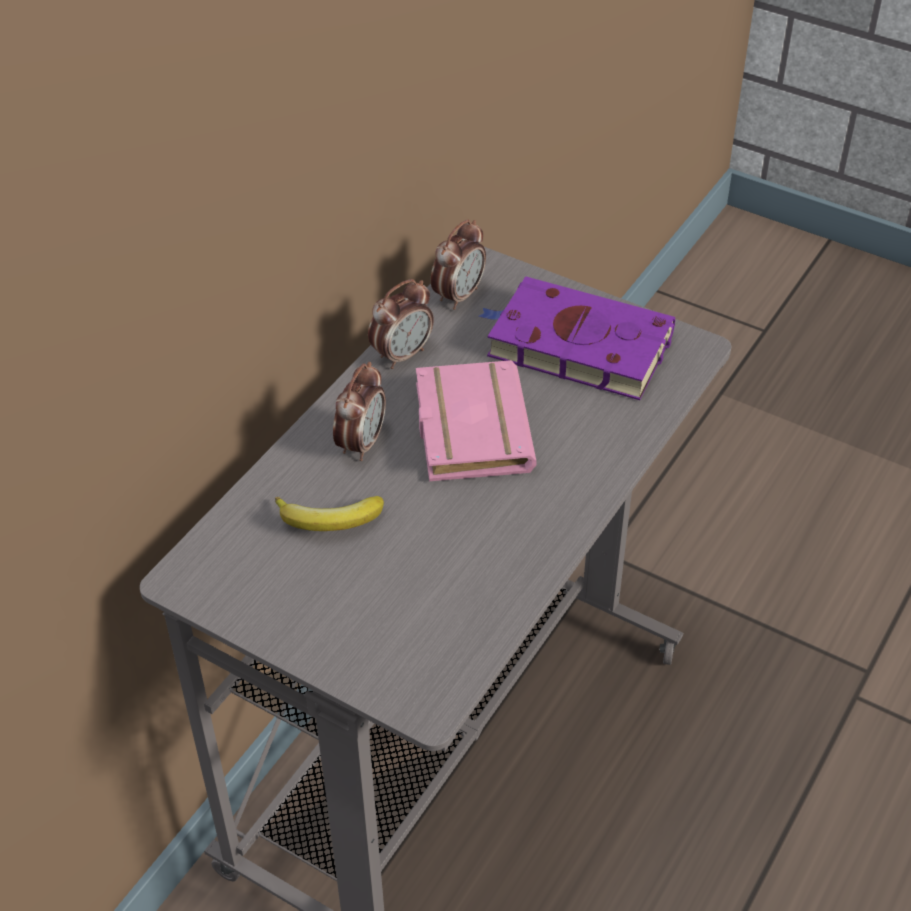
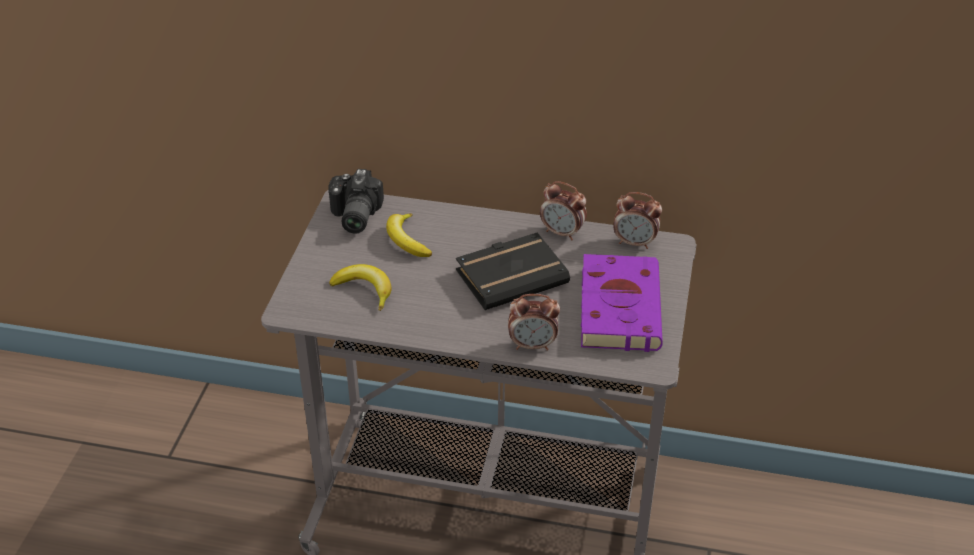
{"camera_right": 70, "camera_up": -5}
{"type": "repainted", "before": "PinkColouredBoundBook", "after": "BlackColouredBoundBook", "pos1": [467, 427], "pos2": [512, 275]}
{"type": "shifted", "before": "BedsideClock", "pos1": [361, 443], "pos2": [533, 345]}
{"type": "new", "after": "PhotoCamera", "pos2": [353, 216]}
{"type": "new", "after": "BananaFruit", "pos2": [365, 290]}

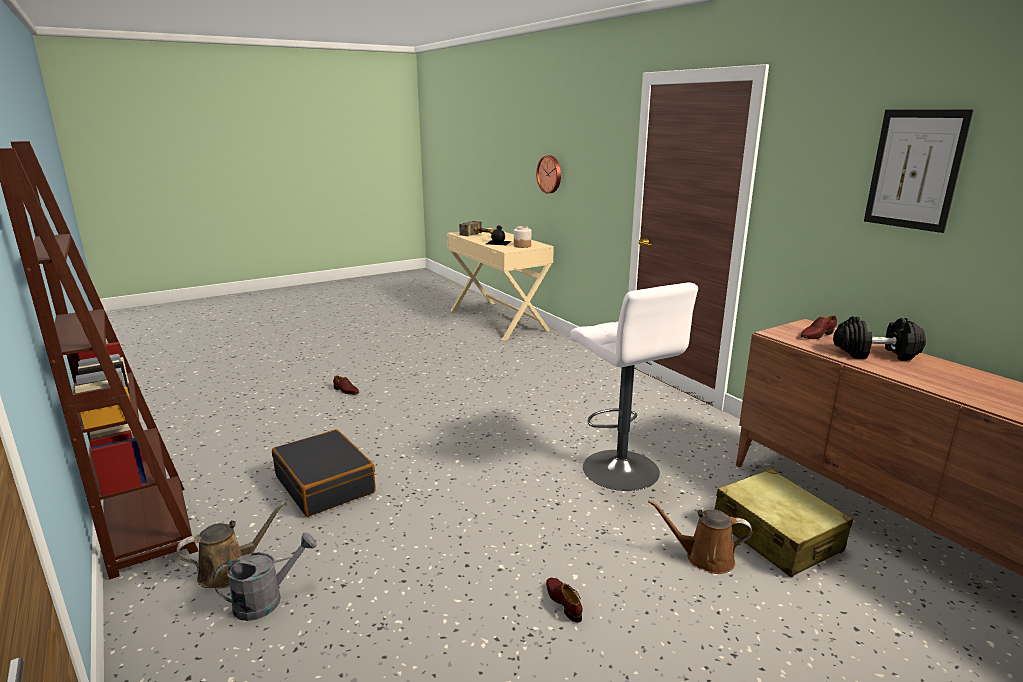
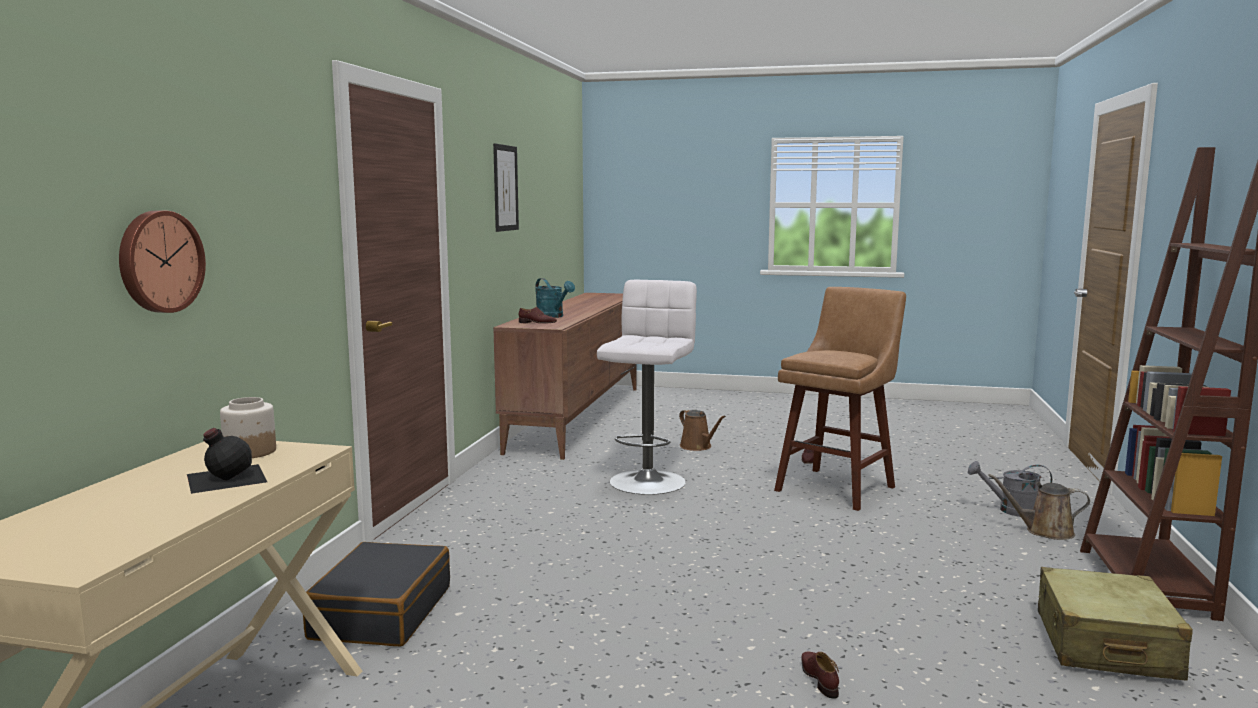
{"camera_right": -135, "camera_up": -10}
{"type": "gone", "before": "Hammer", "pos1": [481, 235]}
{"type": "swapped", "before": "BlackColouredHandWeight", "after": "BlueGreenSprinklingCan", "pos1": [875, 354], "pos2": [553, 316]}
{"type": "shifted", "before": "BlackColouredTravelCase", "pos1": [325, 484], "pos2": [381, 612]}
{"type": "shifted", "before": "BeigeTravelCase", "pos1": [776, 536], "pos2": [1105, 645]}
{"type": "new", "after": "BrownColouredStoolSeat", "pos2": [837, 487]}

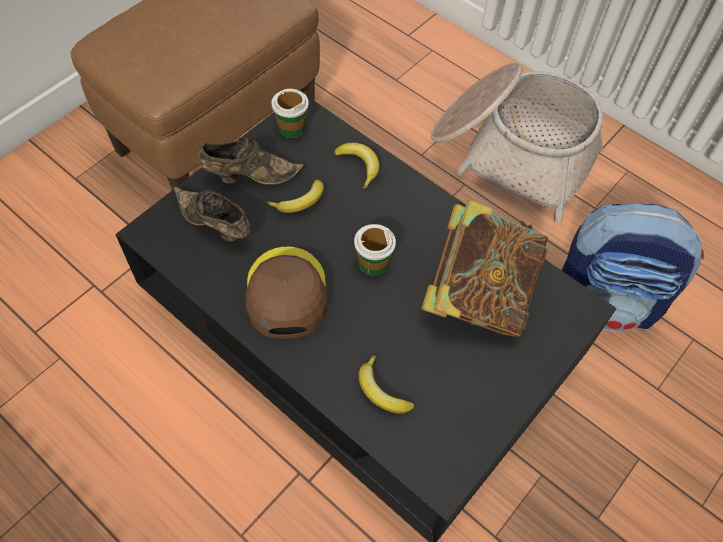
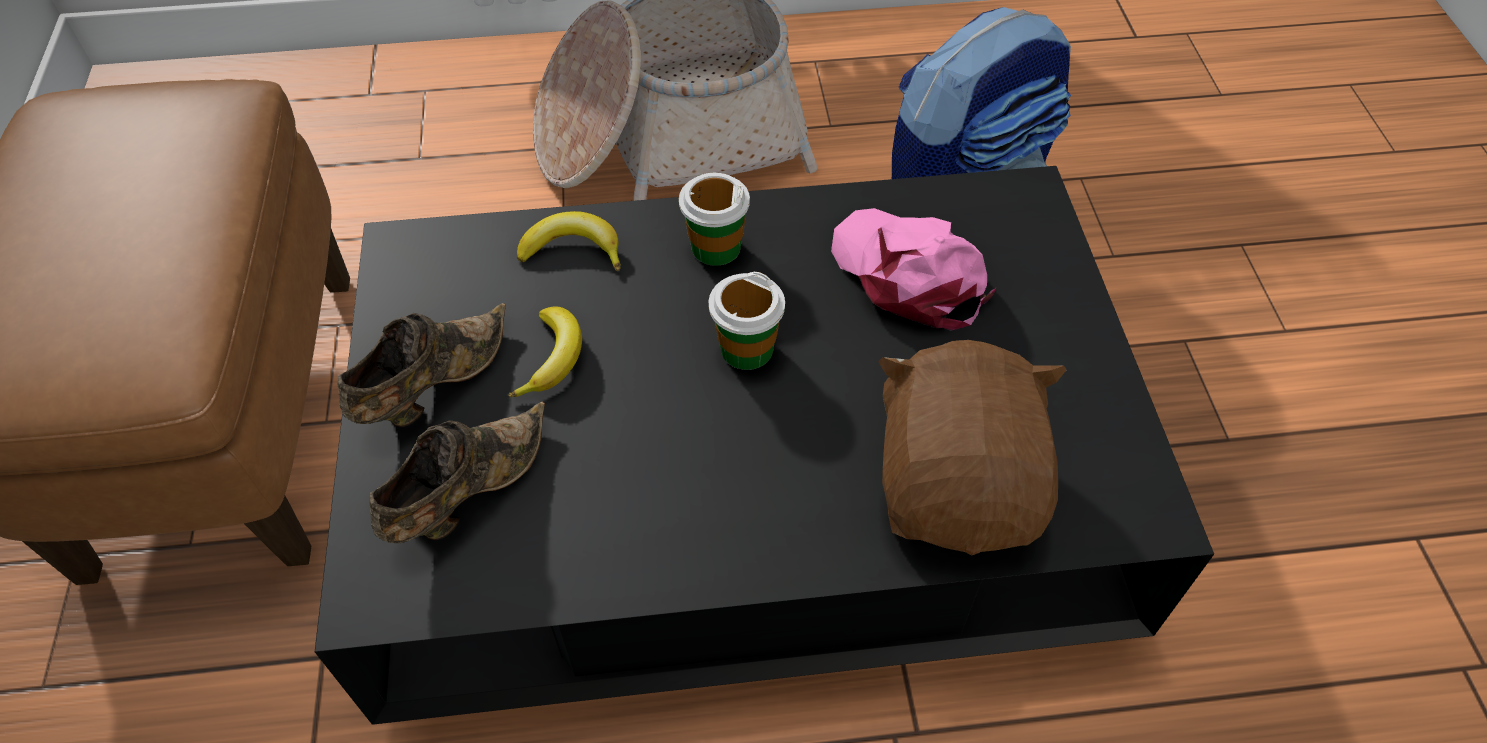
{"camera_right": -45, "camera_up": -5}
{"type": "shifted", "before": "DrinkingCup", "pos1": [291, 127], "pos2": [715, 247]}
{"type": "rotated", "before": "BrownColouredShoe", "pos1": [215, 225], "pos2": [466, 494], "turn": 135}
{"type": "swapped", "before": "BoundBook", "after": "PinkColouredBaseballCap", "pos1": [478, 294], "pos2": [909, 274]}
{"type": "gone", "before": "BrownColouredBaseballCap", "pos1": [286, 294]}
{"type": "swapped", "before": "BananaFruit", "after": "BrownColouredPlushToy", "pos1": [381, 391], "pos2": [957, 485]}

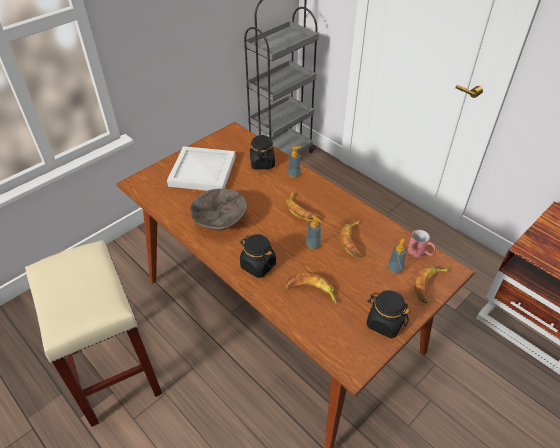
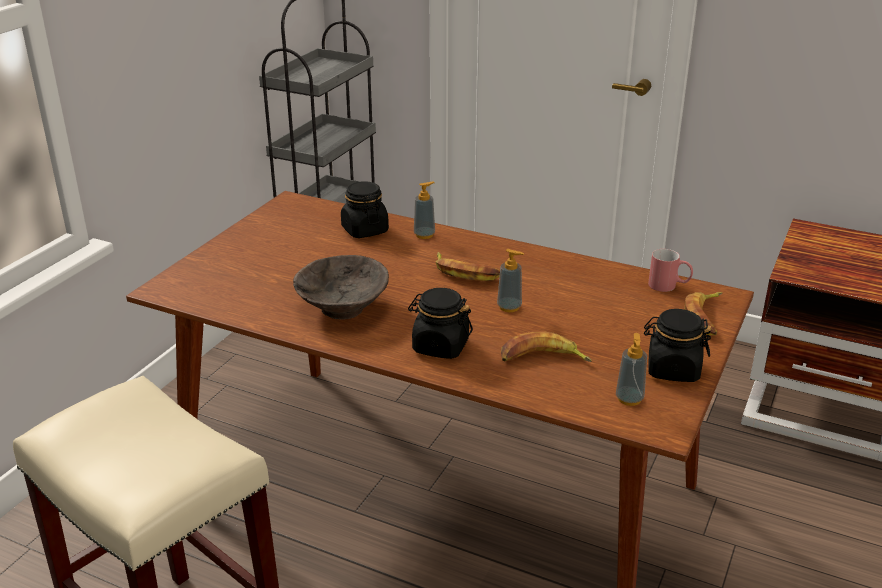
{"camera_right": -20, "camera_up": -15}
{"type": "gone", "before": "WhiteTray", "pos1": [204, 171]}
{"type": "gone", "before": "BananaFruit", "pos1": [353, 241]}
{"type": "shifted", "before": "SoapBottle", "pos1": [395, 269], "pos2": [629, 399]}

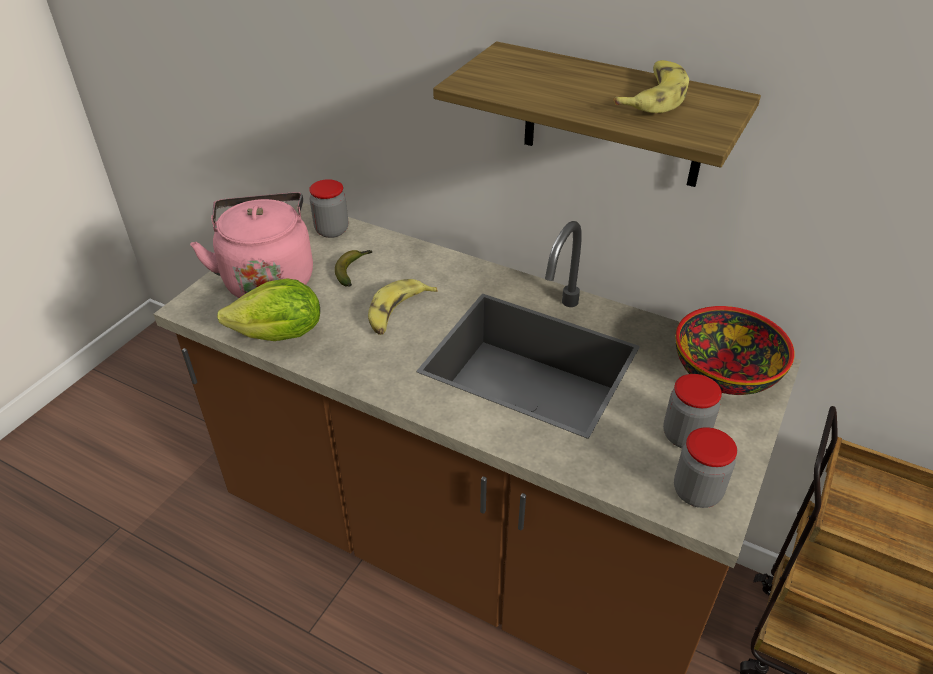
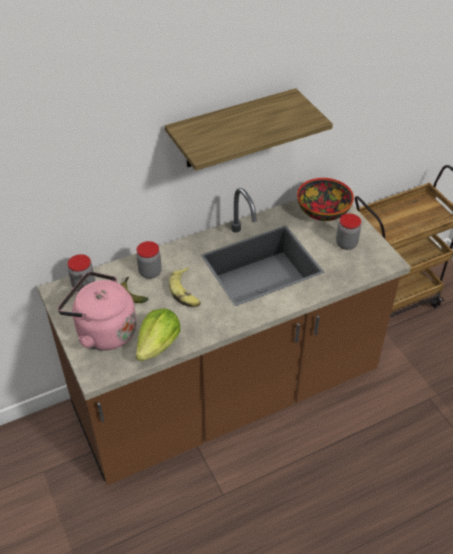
{"camera_right": -55, "camera_up": 5}
{"type": "gone", "before": "BananaFruit", "pos1": [652, 97]}
{"type": "shifted", "before": "StorageJar", "pos1": [697, 492], "pos2": [150, 272]}

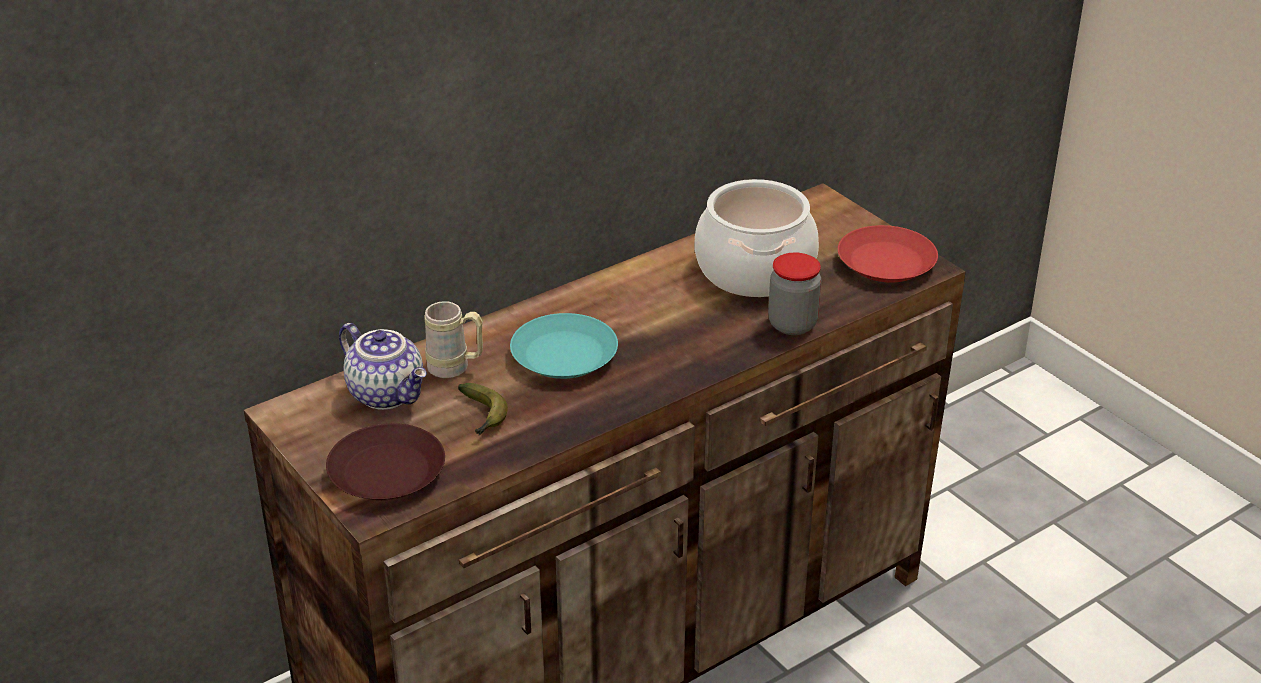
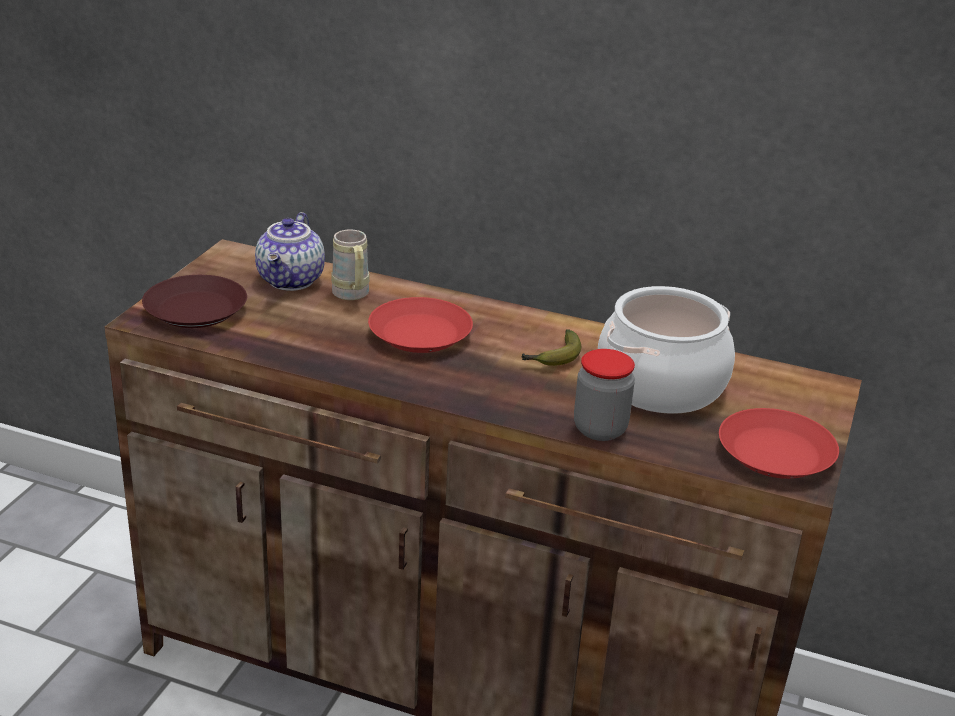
{"camera_right": 55, "camera_up": -5}
{"type": "repainted", "before": "BlueGreenDinnerPlate", "after": "ReddishDinnerPlate", "pos1": [563, 356], "pos2": [419, 333]}
{"type": "shifted", "before": "BananaFruit", "pos1": [483, 416], "pos2": [553, 358]}

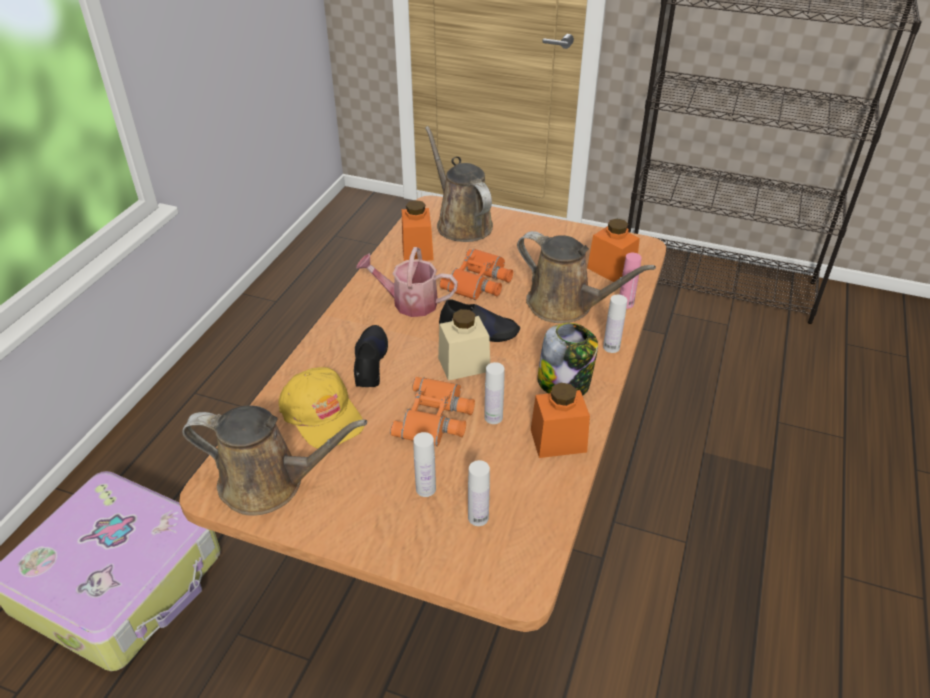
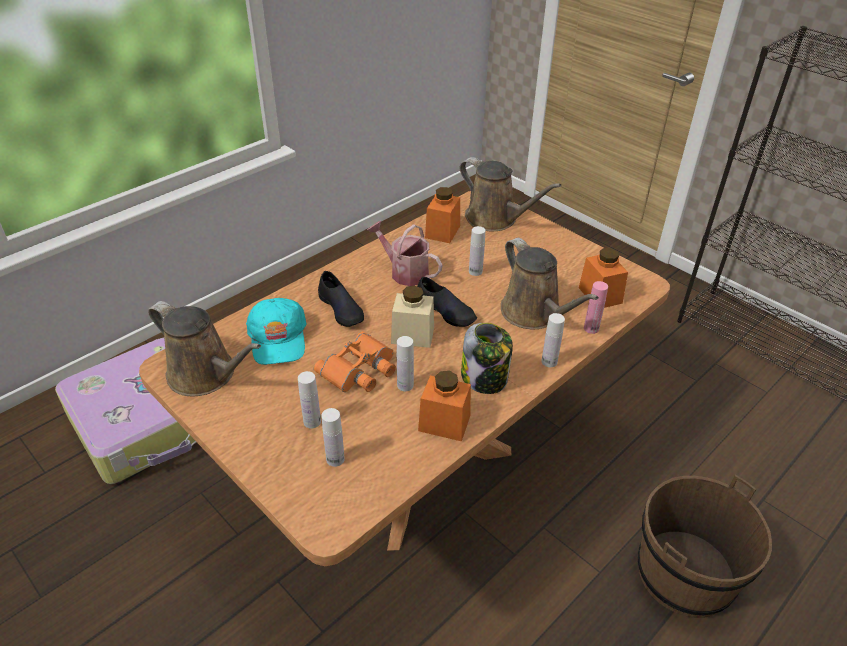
{"camera_right": 25, "camera_up": 0}
{"type": "rotated", "before": "BrownColouredSprinklingCan", "pos1": [461, 223], "pos2": [495, 219], "turn": 135}
{"type": "swapped", "before": "OrangeBinoculars", "after": "WhiteDrinkBottle", "pos1": [479, 281], "pos2": [475, 271]}
{"type": "rotated", "before": "BlackColouredShoe", "pos1": [370, 361], "pos2": [341, 309], "turn": 120}
{"type": "repainted", "before": "YellowishBaseballCap", "after": "BlueGreenBaseballCap", "pos1": [322, 415], "pos2": [278, 338]}
{"type": "new", "after": "BrownColouredBucket", "pos2": [685, 574]}

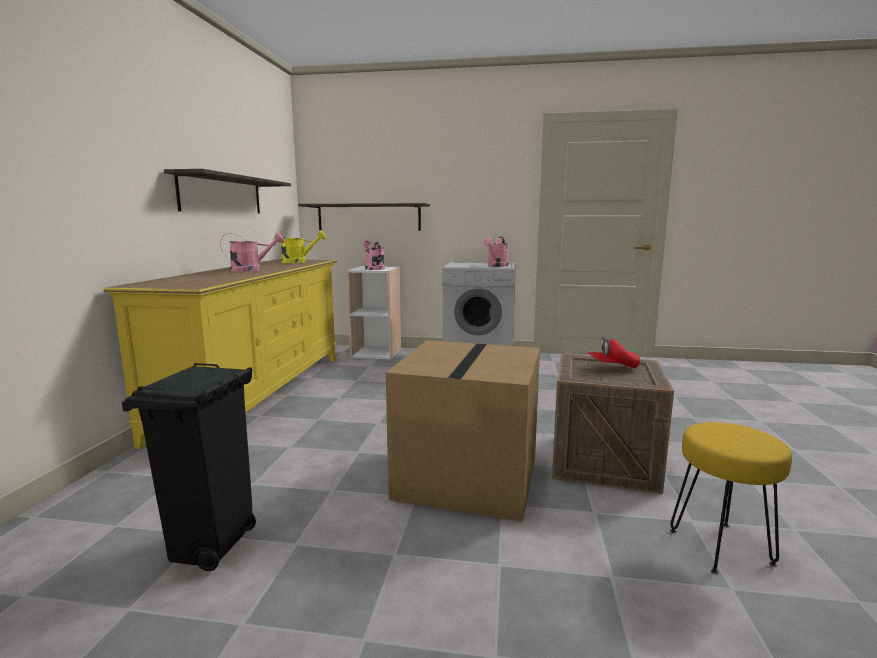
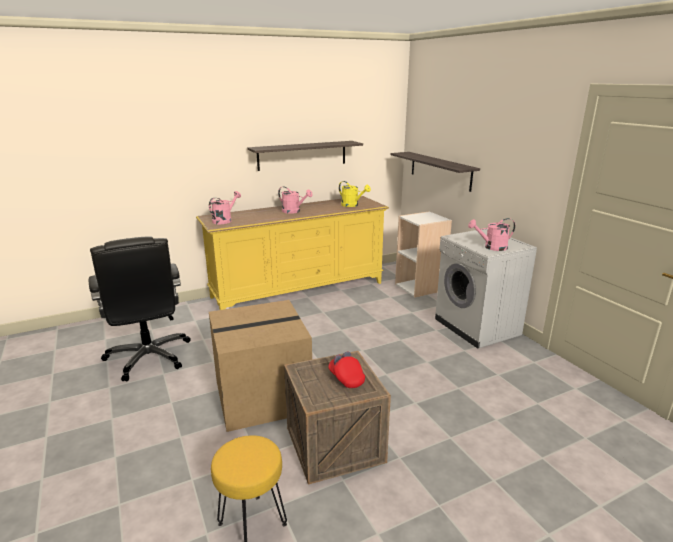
{"camera_right": 55, "camera_up": 10}
{"type": "shifted", "before": "PinkColouredSprinklingCan", "pos1": [373, 268], "pos2": [224, 220]}
{"type": "swapped", "before": "BlackColouredRubbishBin", "after": "BlackColouredComputerChair", "pos1": [211, 548], "pos2": [149, 356]}

